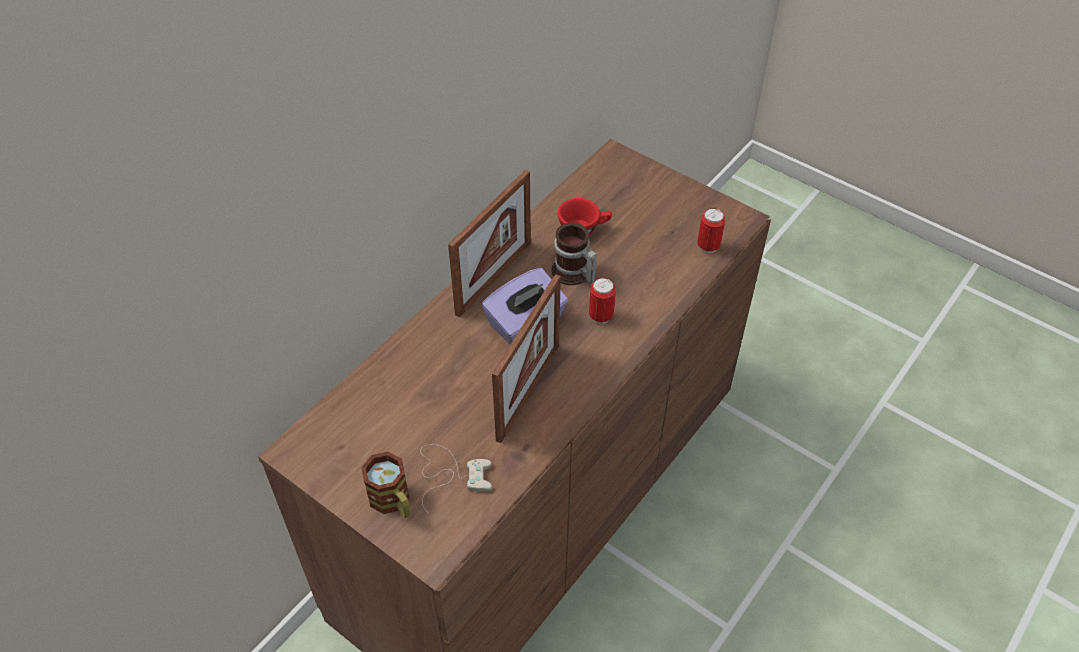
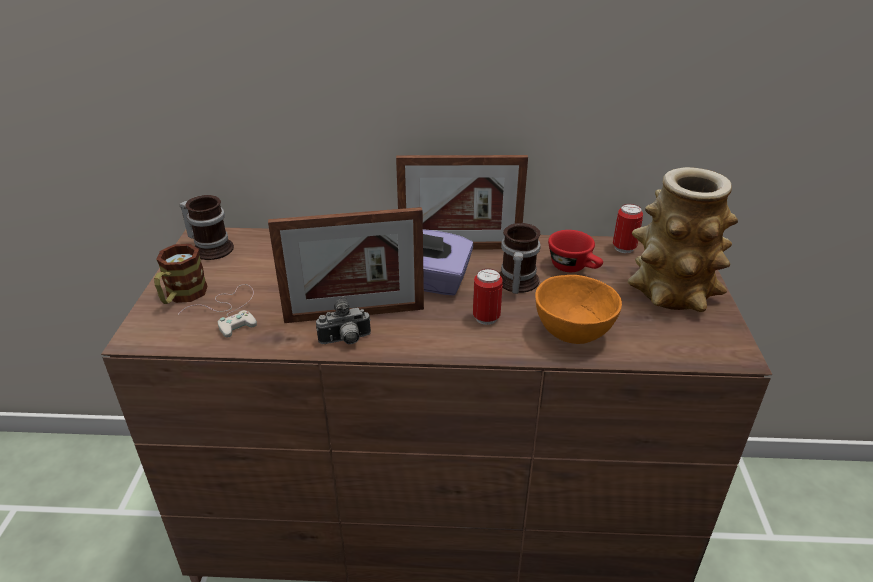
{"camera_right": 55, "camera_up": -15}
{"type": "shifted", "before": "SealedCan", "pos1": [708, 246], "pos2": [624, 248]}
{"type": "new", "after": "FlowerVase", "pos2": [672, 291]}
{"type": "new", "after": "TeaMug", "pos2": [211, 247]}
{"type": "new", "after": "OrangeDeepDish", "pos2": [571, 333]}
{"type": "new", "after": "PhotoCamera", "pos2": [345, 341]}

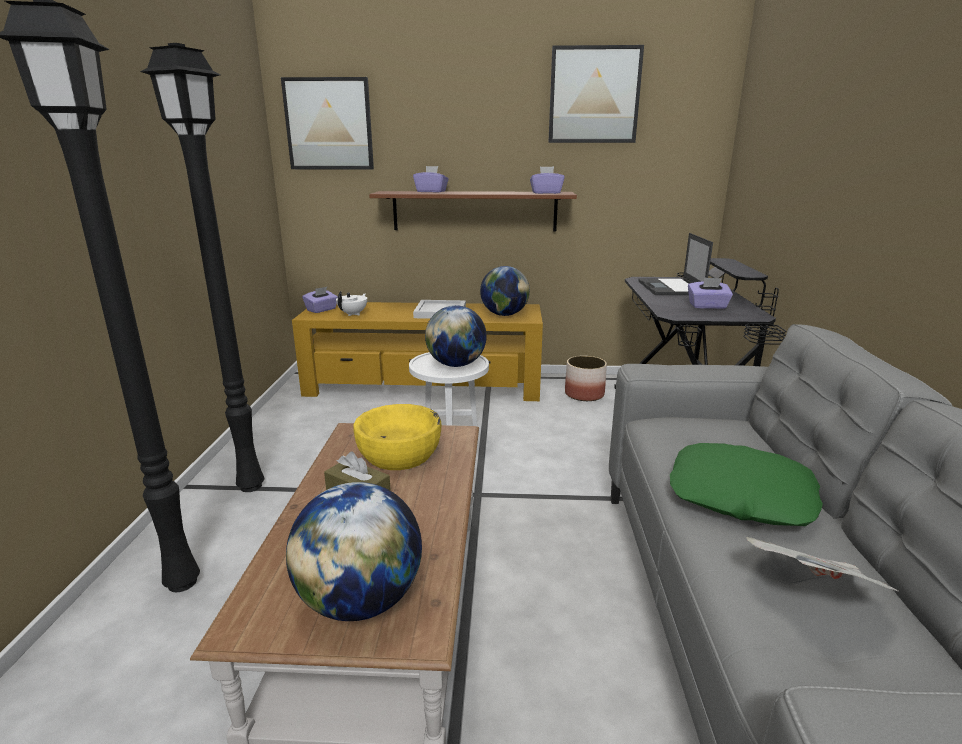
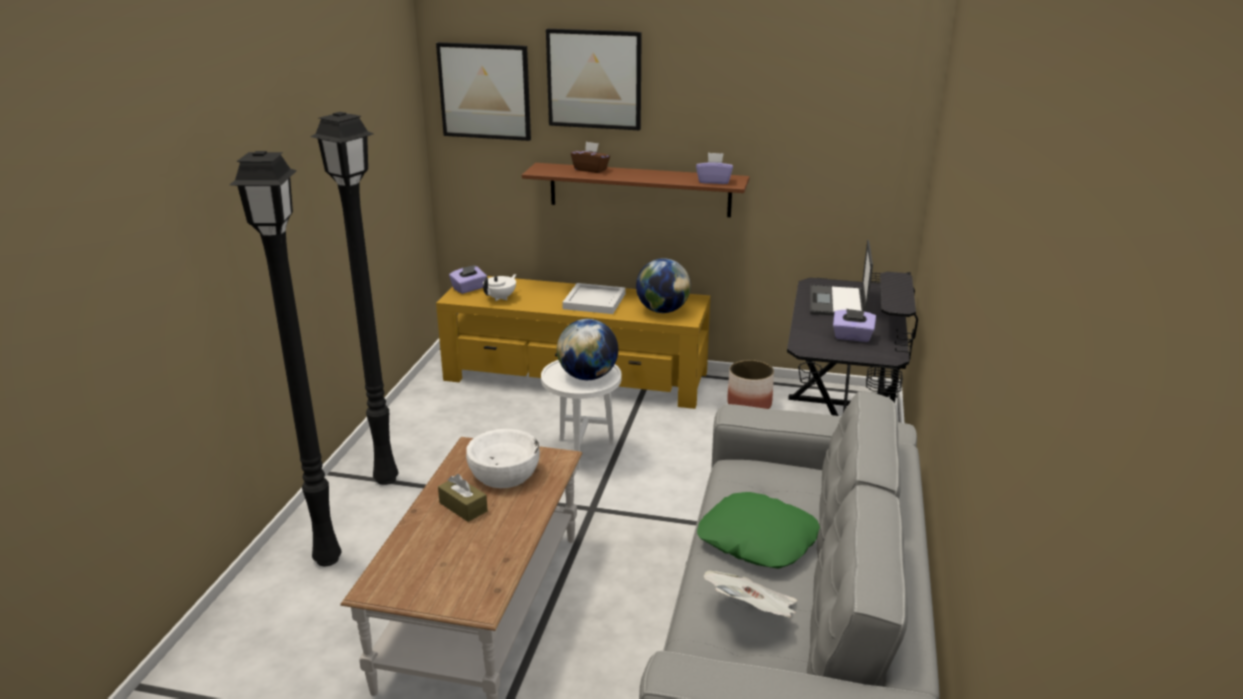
{"camera_right": 10, "camera_up": 5}
{"type": "shifted", "before": "Picture", "pos1": [594, 95], "pos2": [594, 79]}
{"type": "repainted", "before": "PurpleBoxOfTissues", "after": "BrownColouredBoxOfTissues", "pos1": [431, 191], "pos2": [590, 169]}
{"type": "repainted", "before": "YellowishDeepDish", "after": "WhiteDeepDish", "pos1": [399, 454], "pos2": [504, 473]}
{"type": "gone", "before": "Globe", "pos1": [360, 601]}

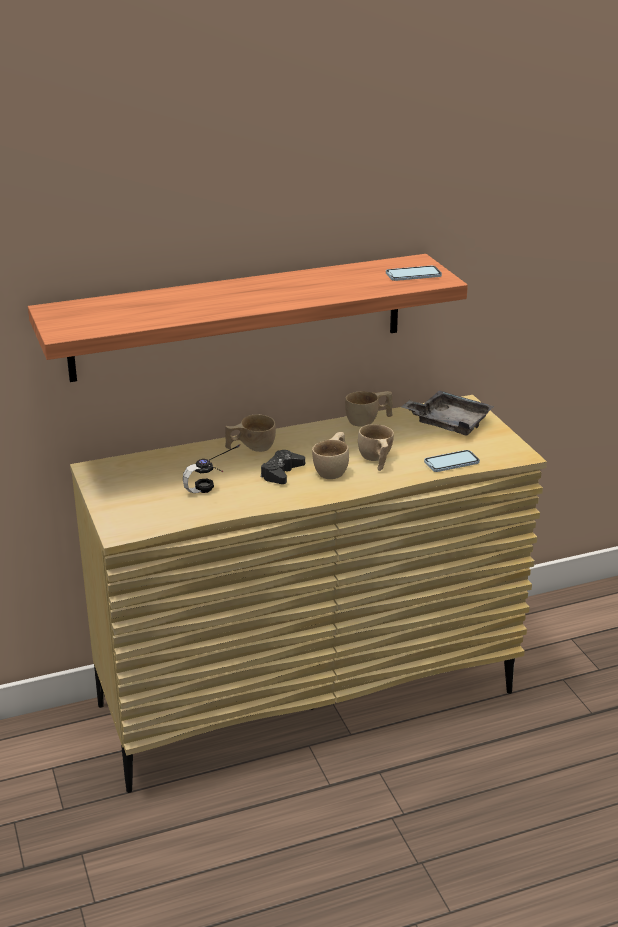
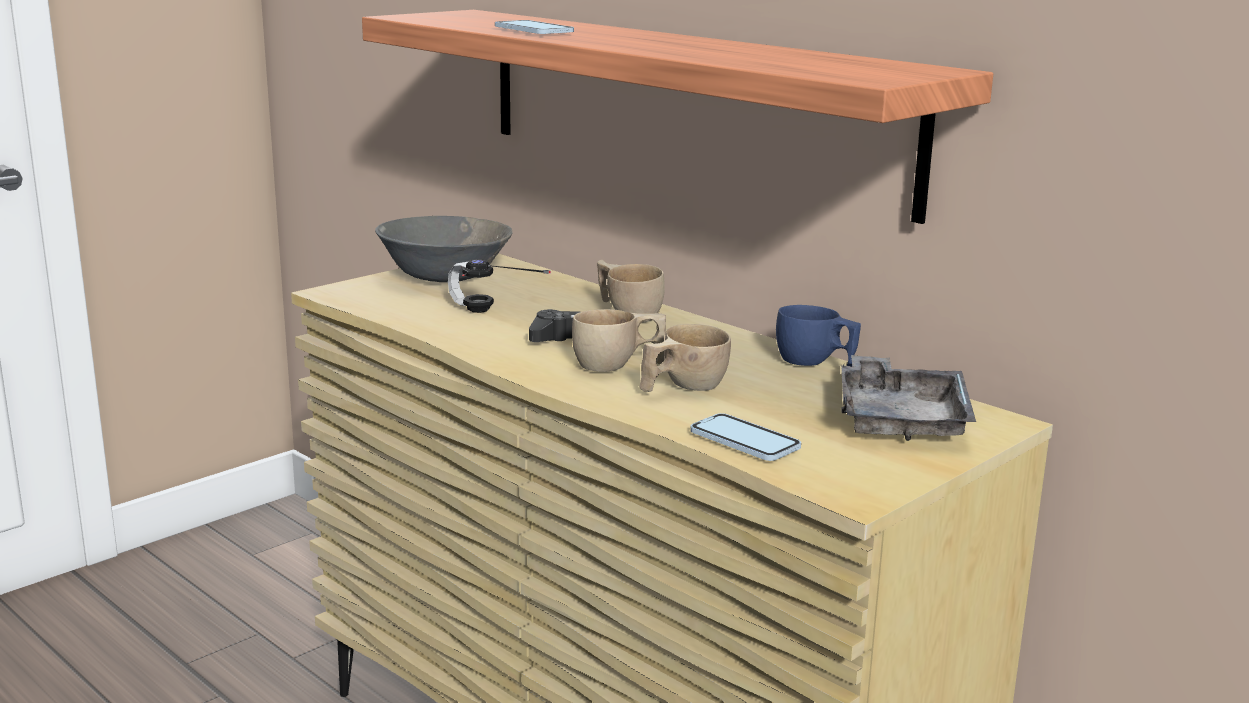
{"camera_right": 65, "camera_up": -10}
{"type": "shifted", "before": "Phone", "pos1": [413, 275], "pos2": [533, 31]}
{"type": "repainted", "before": "BeigeDrinkingCup", "after": "BluishDrinkingCup", "pos1": [368, 421], "pos2": [815, 364]}
{"type": "new", "after": "GreyishDeepDish", "pos2": [445, 277]}

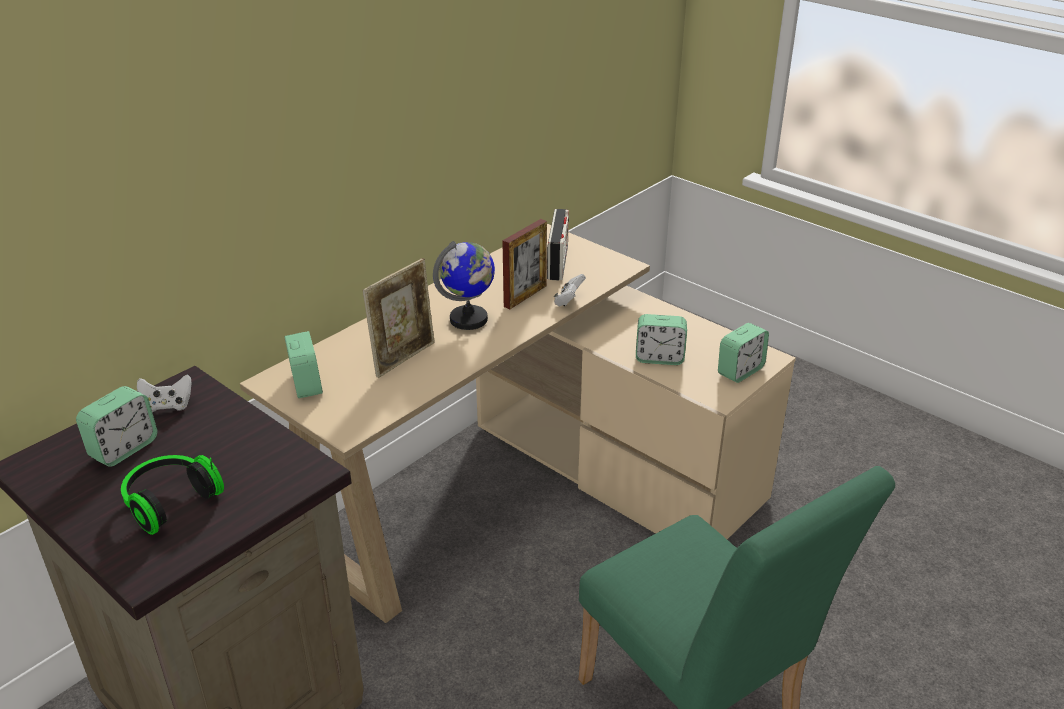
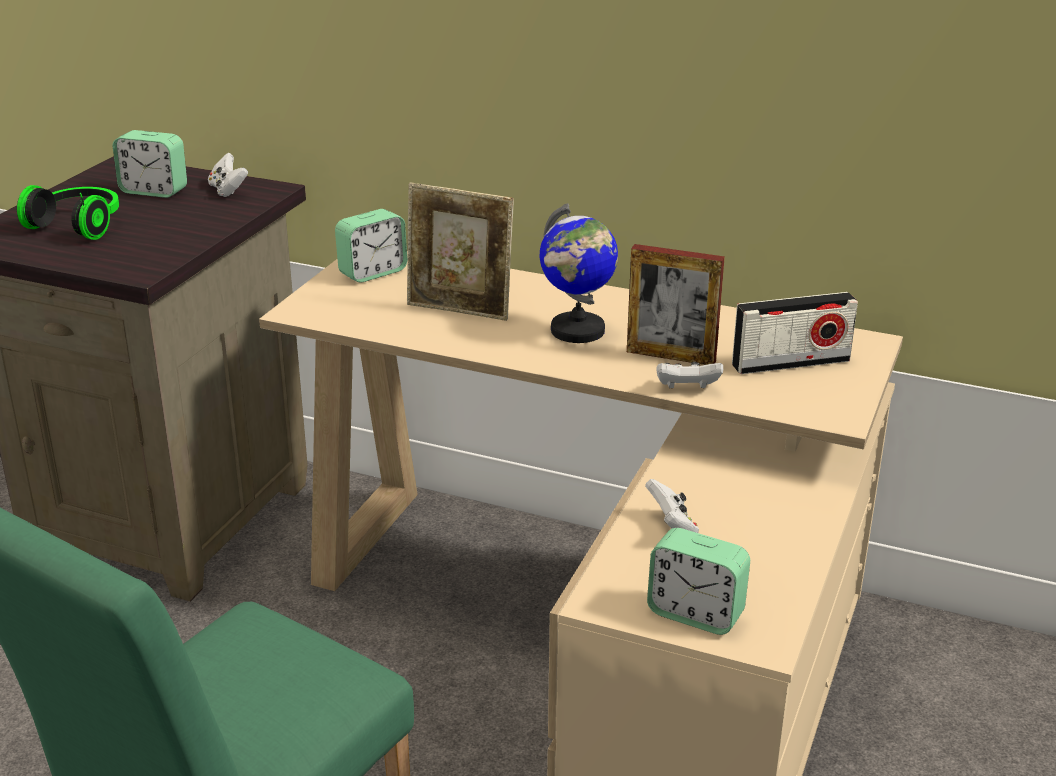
{"camera_right": 70, "camera_up": -5}
{"type": "swapped", "before": "BedsideClock", "after": "WhiteJoypad", "pos1": [659, 358], "pos2": [672, 527]}

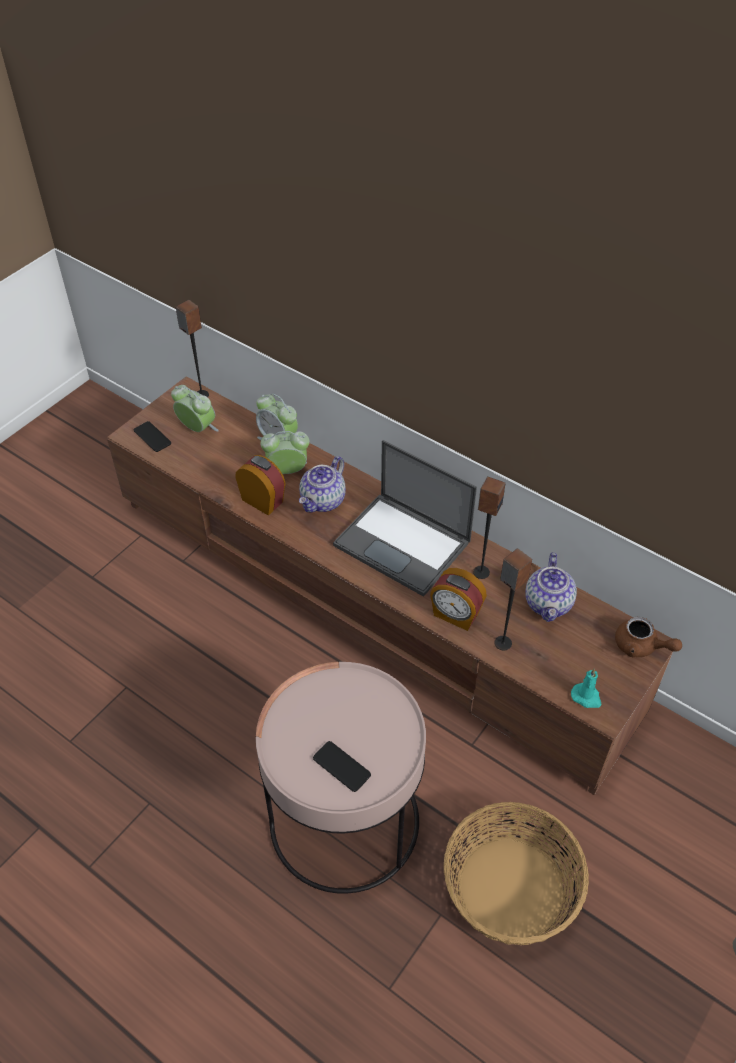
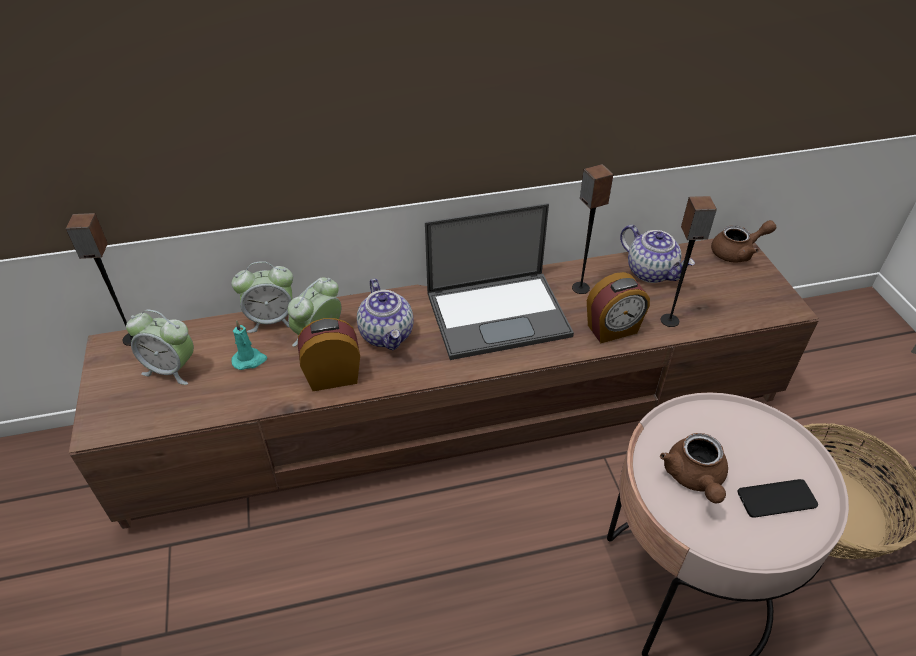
{"camera_right": -50, "camera_up": -5}
{"type": "rotated", "before": "BedsideClock", "pos1": [197, 428], "pos2": [171, 369], "turn": -150}
{"type": "gone", "before": "Phone", "pos1": [152, 437]}
{"type": "shifted", "before": "BlueGreenWaxCandle", "pos1": [586, 697], "pos2": [249, 360]}
{"type": "new", "after": "BrownColouredPotForTea", "pos2": [695, 478]}

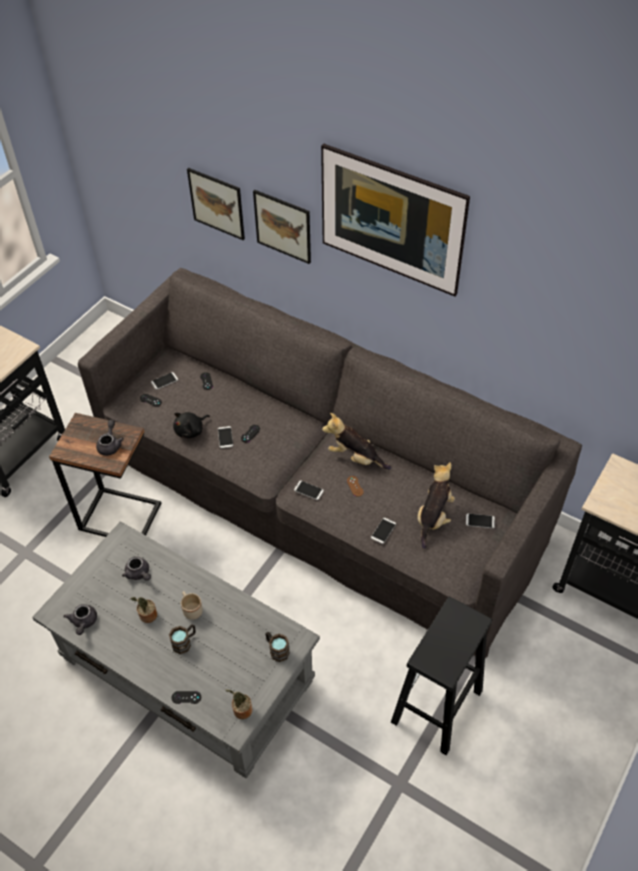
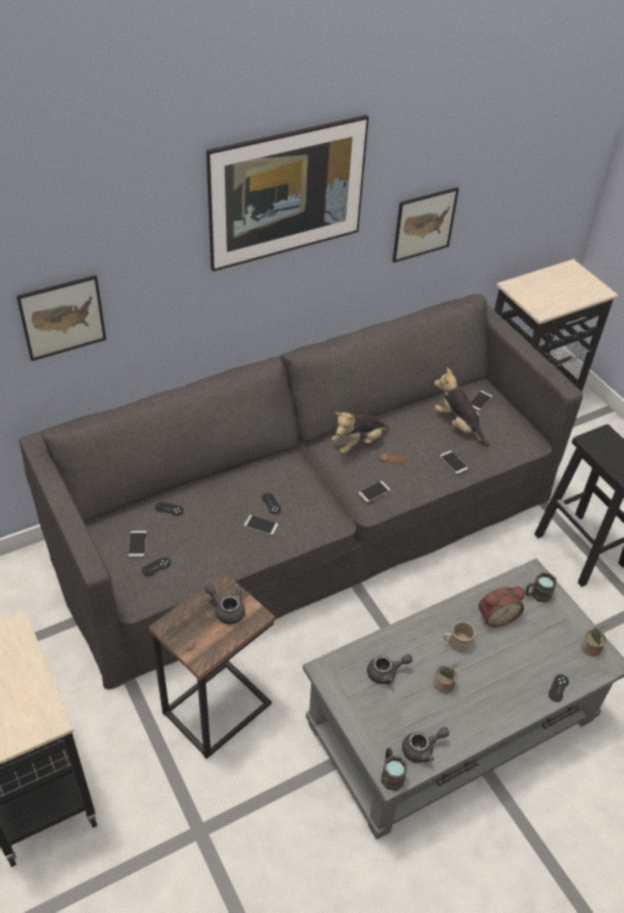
{"camera_right": -65, "camera_up": -5}
{"type": "shifted", "before": "Picture", "pos1": [283, 226], "pos2": [424, 224]}
{"type": "gone", "before": "BlackColouredPlushToy", "pos1": [191, 430]}
{"type": "rotated", "before": "GreyishPotForTea", "pos1": [83, 622], "pos2": [422, 749], "turn": -45}
{"type": "shifted", "before": "BrownColouredTeaMug", "pos1": [185, 642], "pos2": [391, 774]}
{"type": "new", "after": "BedsideClock", "pos2": [496, 616]}

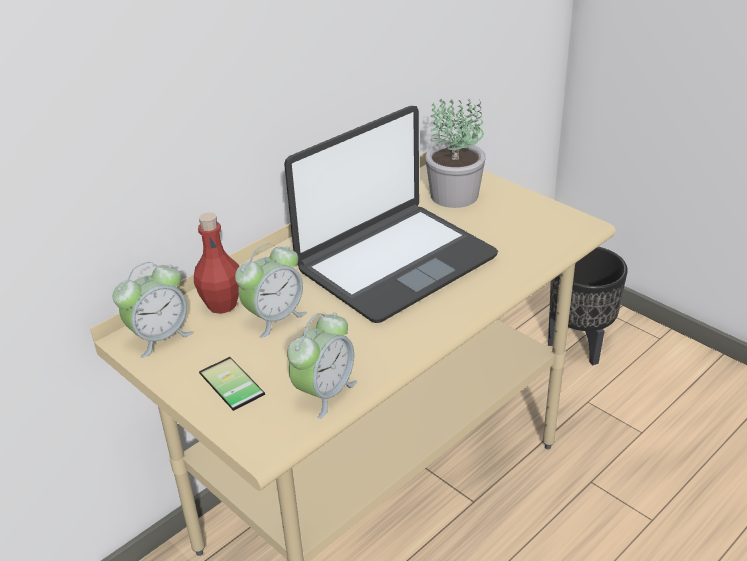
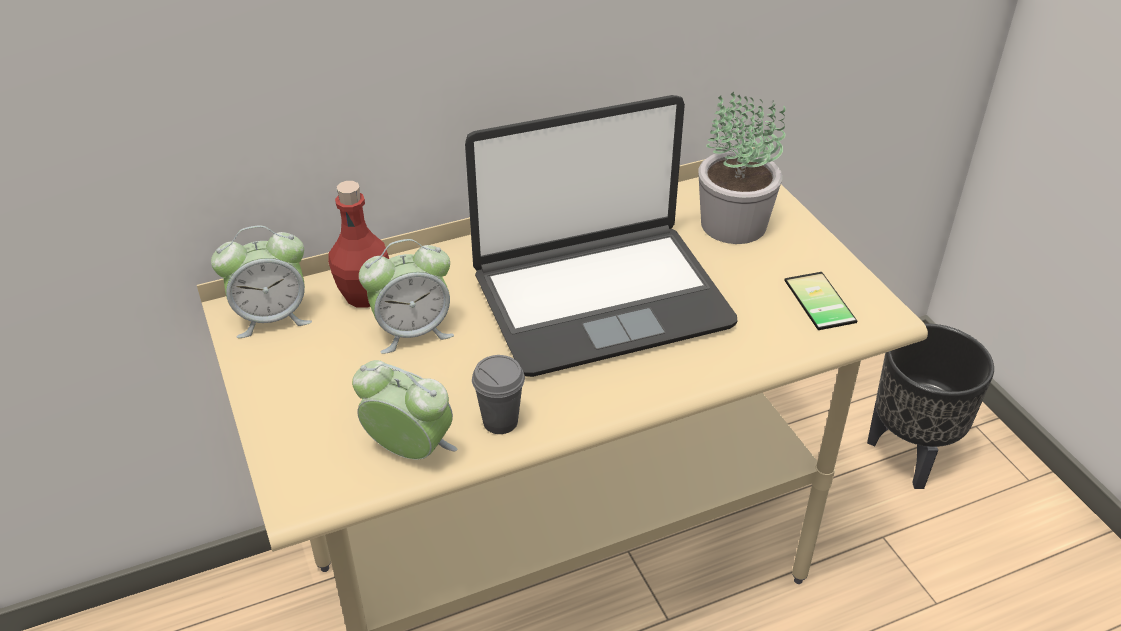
{"camera_right": 20, "camera_up": 5}
{"type": "rotated", "before": "BedsideClock", "pos1": [324, 393], "pos2": [410, 451], "turn": -120}
{"type": "shifted", "before": "Phone", "pos1": [228, 385], "pos2": [815, 302]}
{"type": "new", "after": "GreyishDrinkingCup", "pos2": [500, 422]}

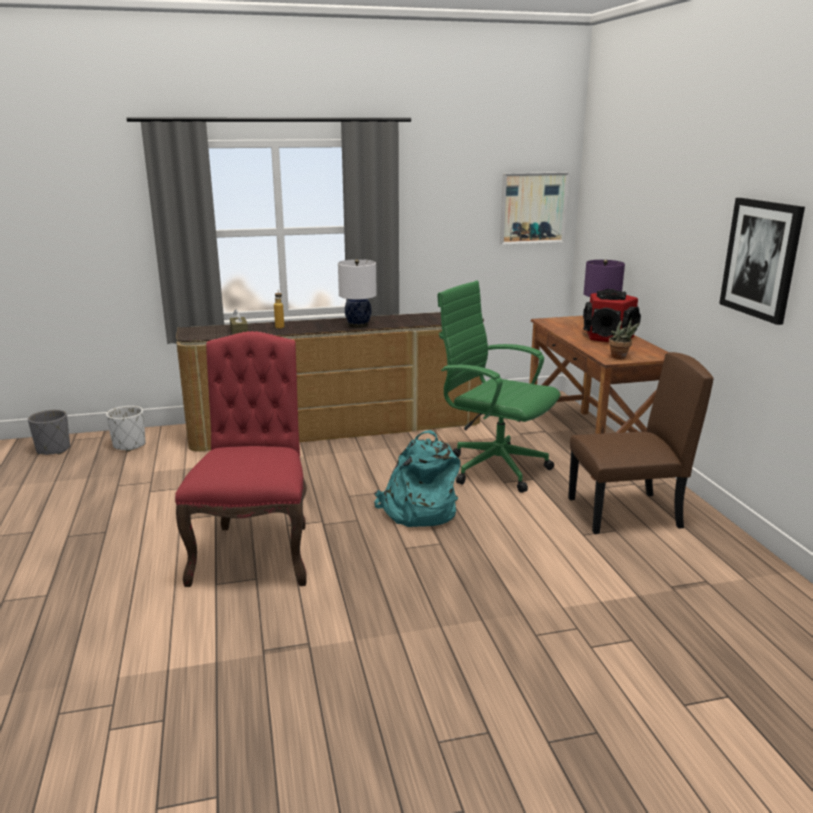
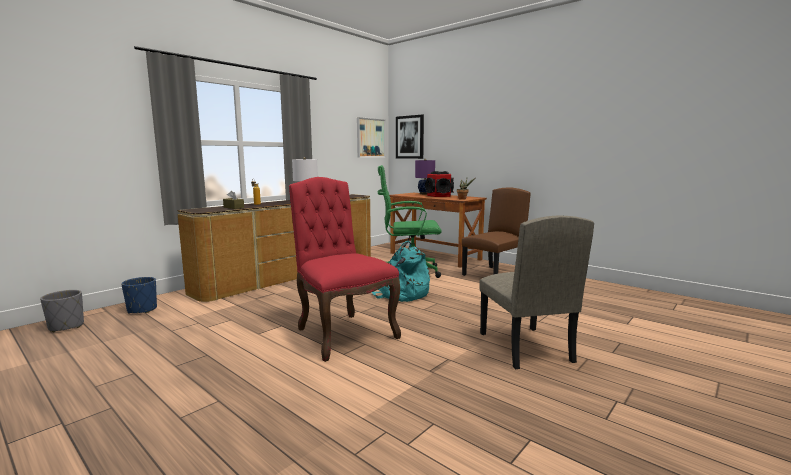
{"camera_right": -35, "camera_up": -10}
{"type": "shifted", "before": "Picture", "pos1": [761, 259], "pos2": [410, 137]}
{"type": "repainted", "before": "WhitePlanter", "after": "BluishPlanter", "pos1": [129, 445], "pos2": [142, 310]}
{"type": "new", "after": "BeigePlainChair", "pos2": [524, 347]}

